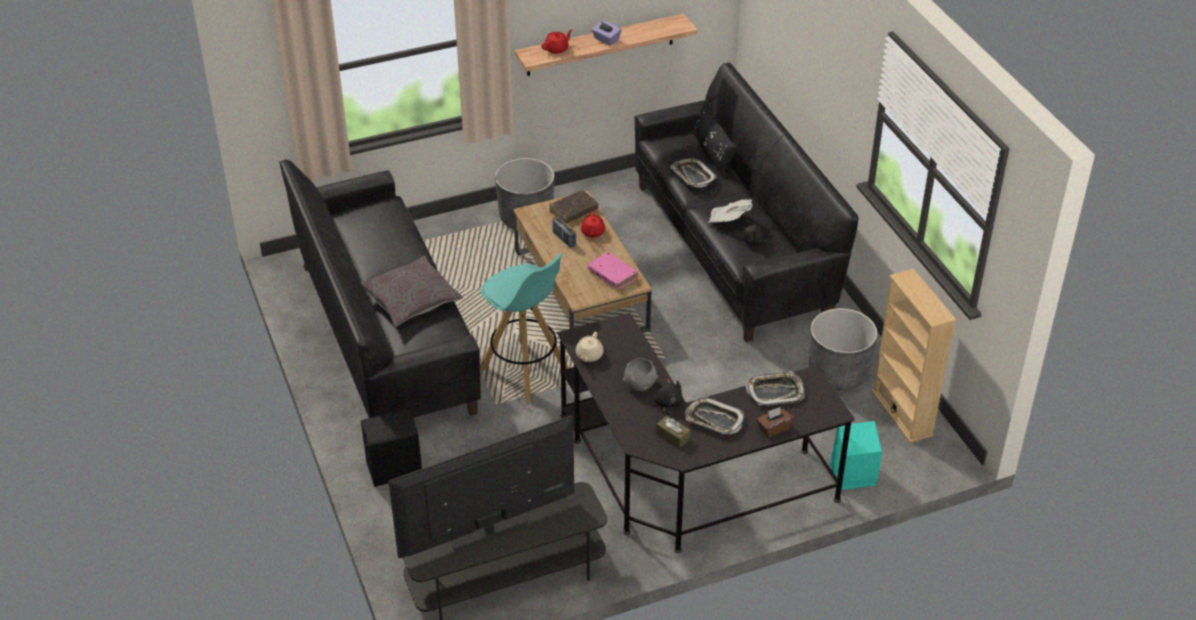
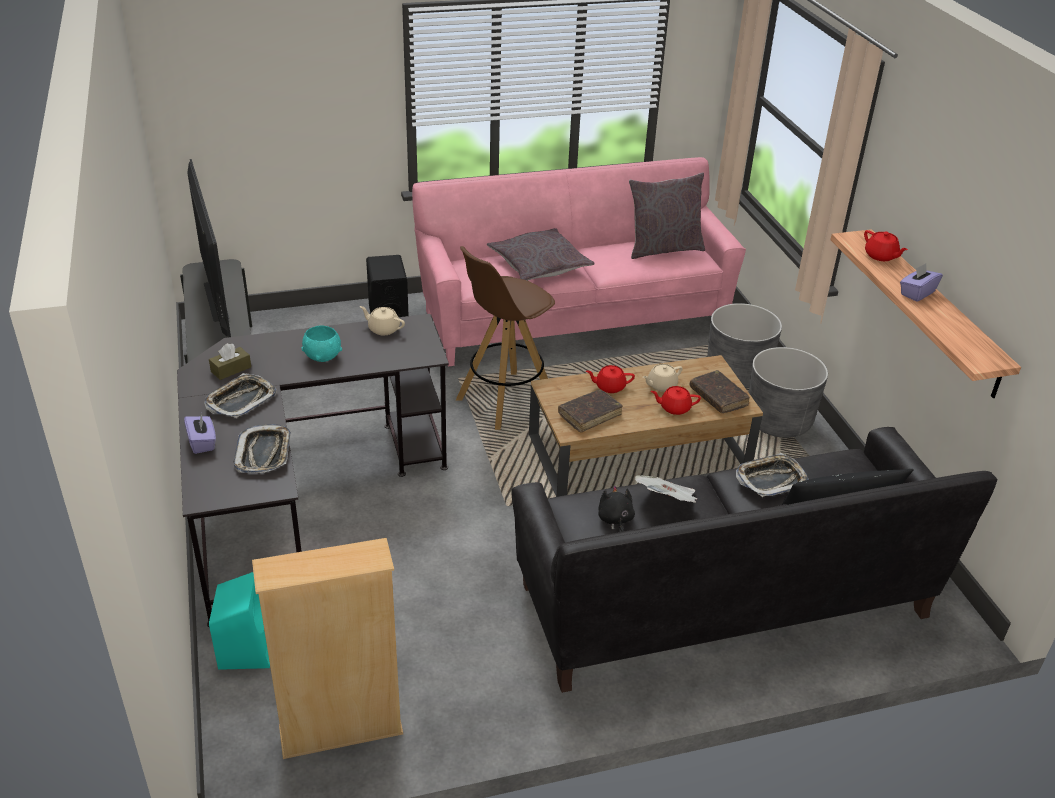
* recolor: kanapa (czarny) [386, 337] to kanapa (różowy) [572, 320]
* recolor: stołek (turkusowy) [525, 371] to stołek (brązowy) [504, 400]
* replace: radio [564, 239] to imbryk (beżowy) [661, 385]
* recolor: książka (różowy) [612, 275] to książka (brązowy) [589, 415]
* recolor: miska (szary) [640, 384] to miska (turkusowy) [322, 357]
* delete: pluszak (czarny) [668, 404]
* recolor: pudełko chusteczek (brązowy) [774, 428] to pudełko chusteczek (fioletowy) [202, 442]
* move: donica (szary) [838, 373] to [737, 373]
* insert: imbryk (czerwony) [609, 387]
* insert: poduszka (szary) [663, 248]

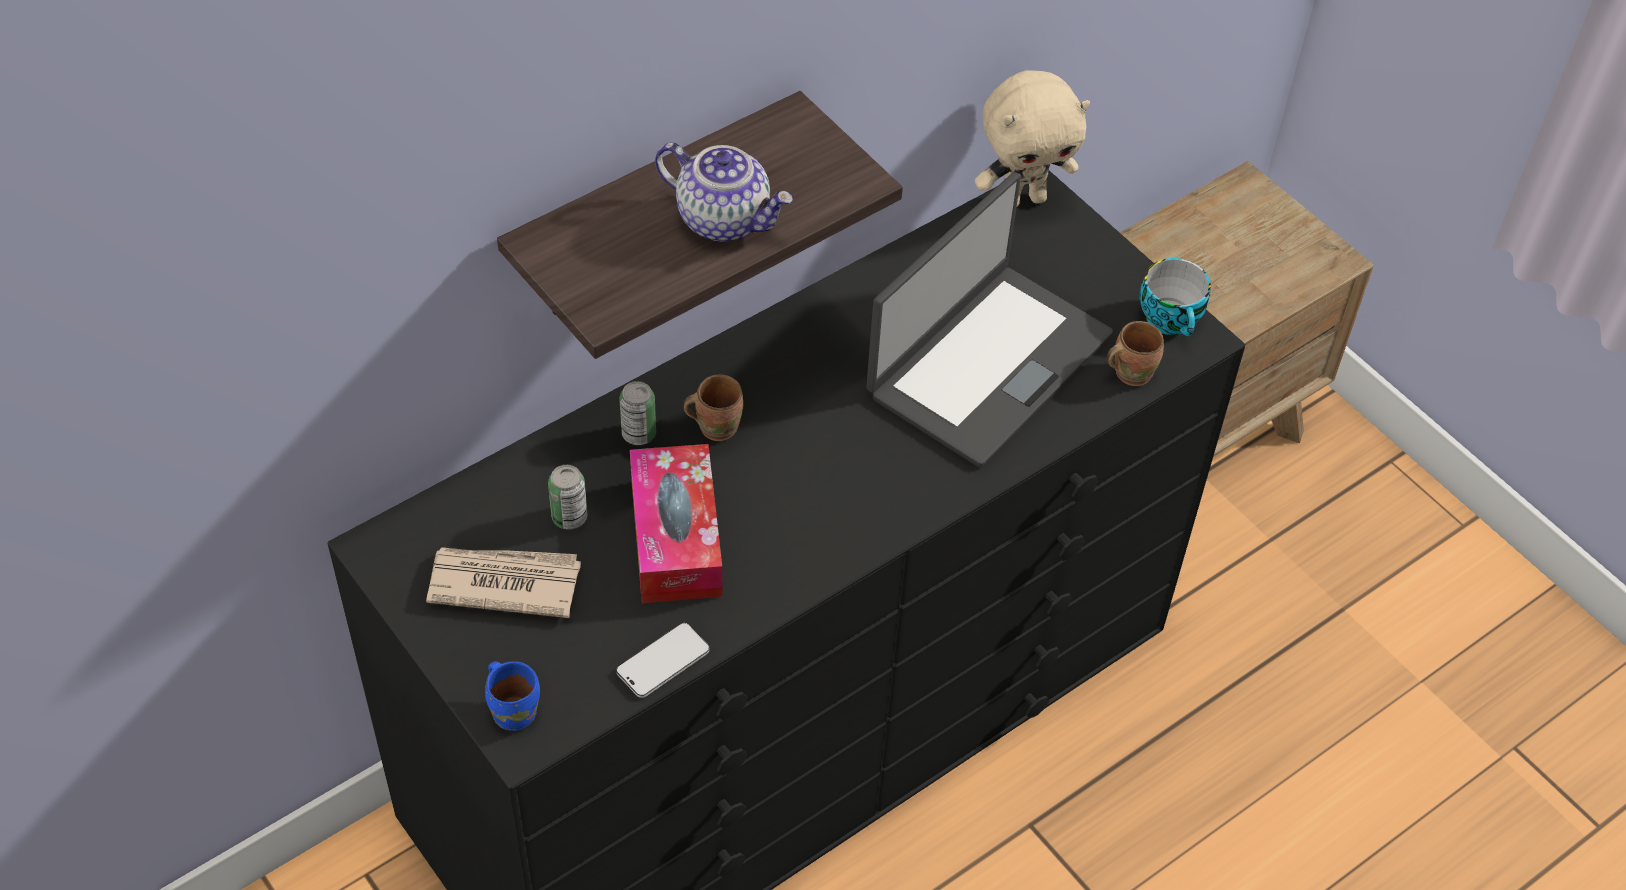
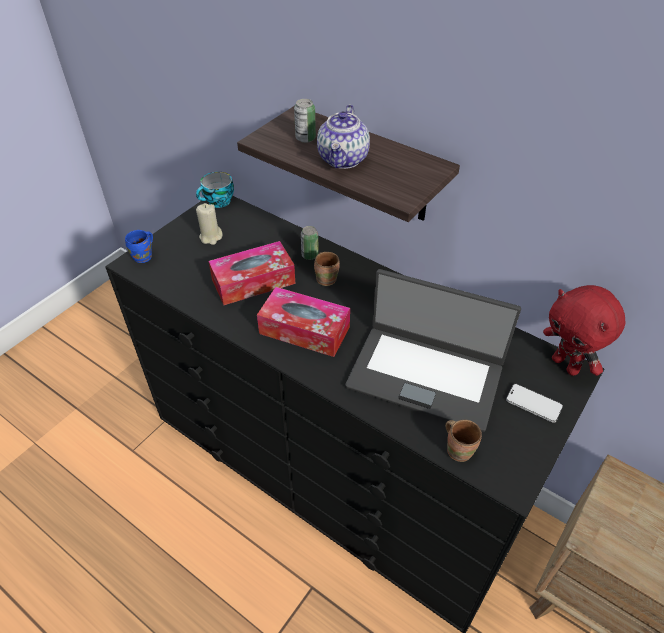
* replace: gazeta [503, 583] to świeca (beżowy) [211, 237]
* move: puszka [569, 517] to [305, 138]
* move: telefon [663, 662] to [533, 404]
* recolor: pluszak (beżowy) [1023, 199] to pluszak (czerwony) [566, 365]
* move: filiżanka [1172, 320] to [218, 202]
* insert: pudełko chusteczek [304, 330]

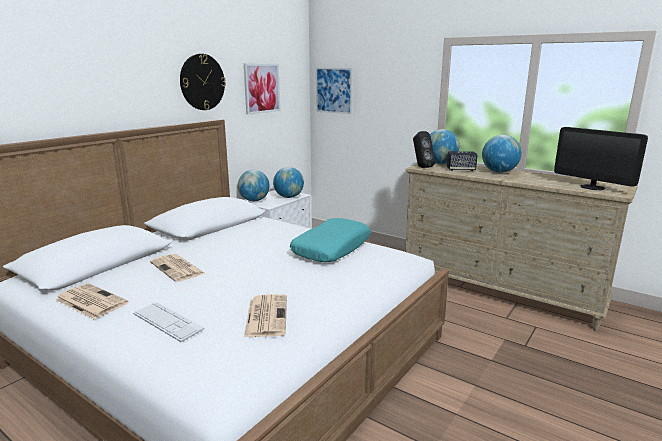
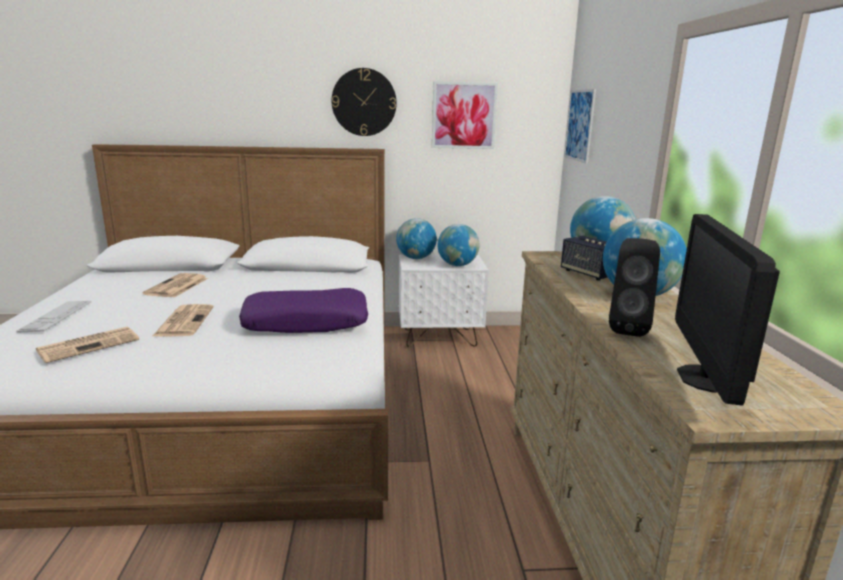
* move: gazeta [90, 301] to [184, 321]
* recolor: poduszka (turkusowy) [331, 248] to poduszka (fioletowy) [306, 322]
* move: głośnik (czarny) [421, 167] to [627, 329]

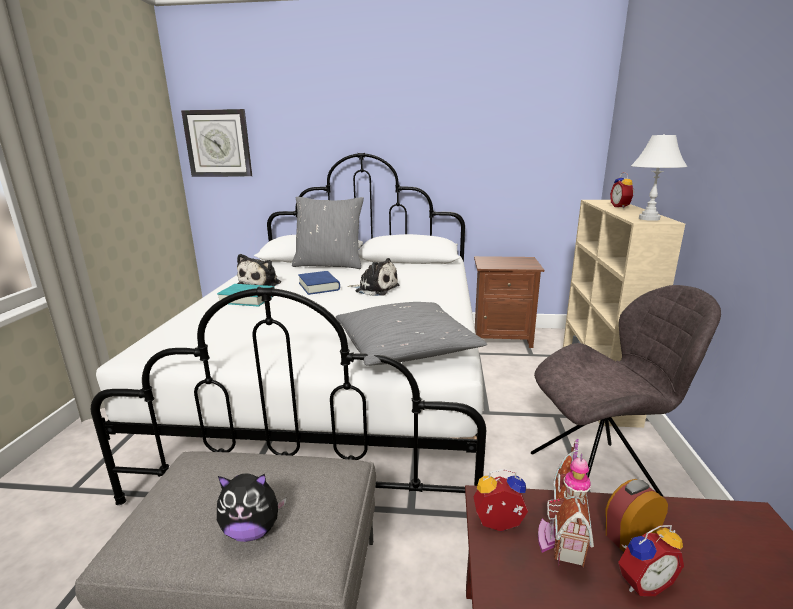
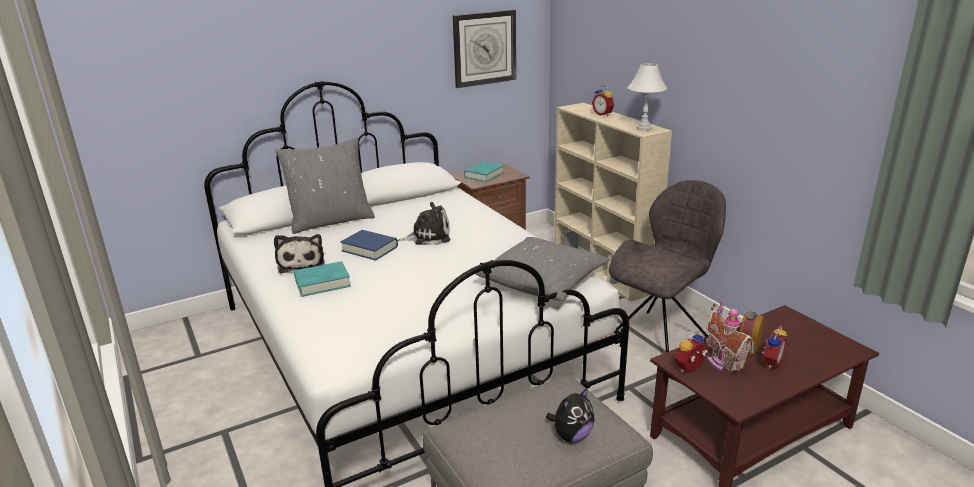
* move: zegar ścienny [218, 143] to [484, 48]
* insert: książka (turkusowy) [484, 175]

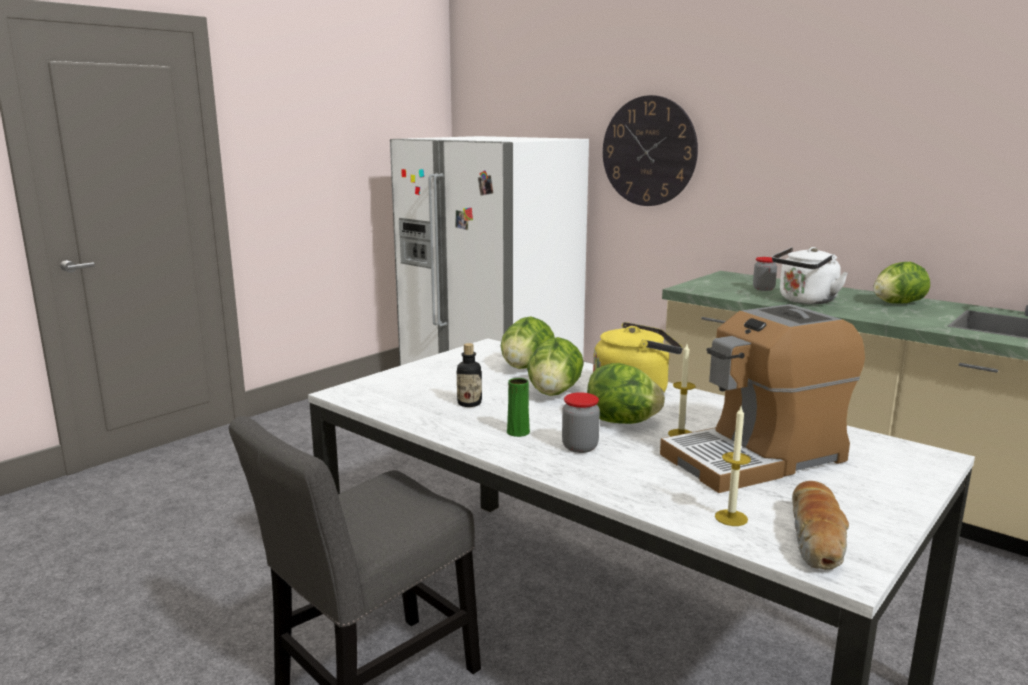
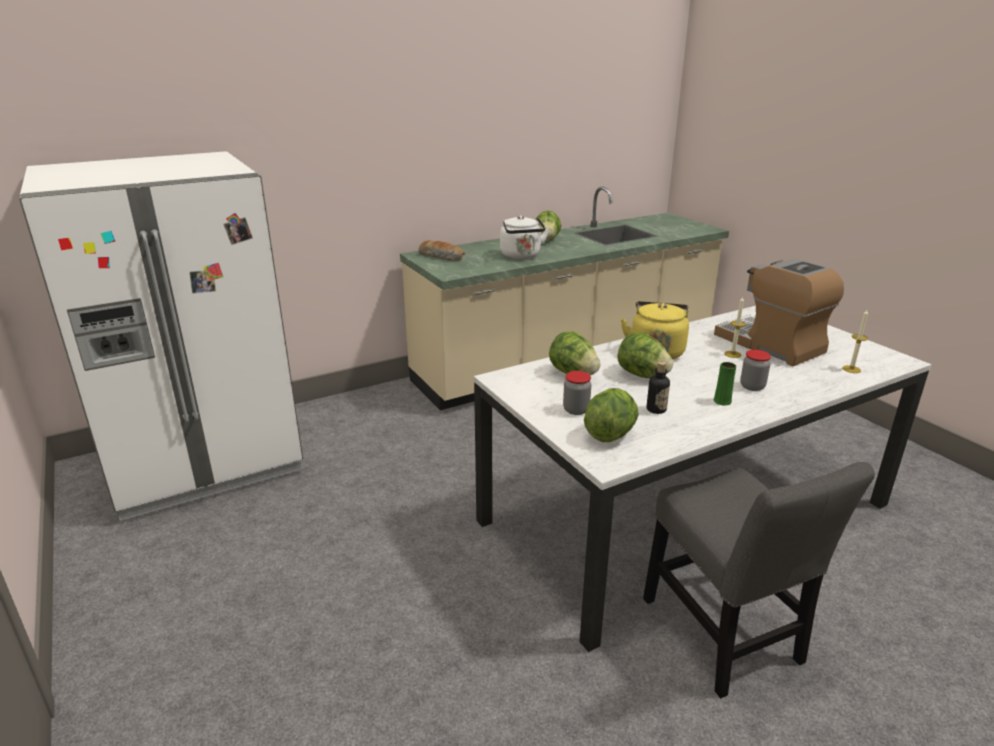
* move: sałata [622, 422] to [610, 434]
* delete: zegar ścienny [649, 151]
* rotate: ekspres do kawy [756, 457] = [770, 344] 150 degrees clockwise
* move: słoik [763, 289] to [576, 410]
* move: chleb [818, 539] to [442, 257]

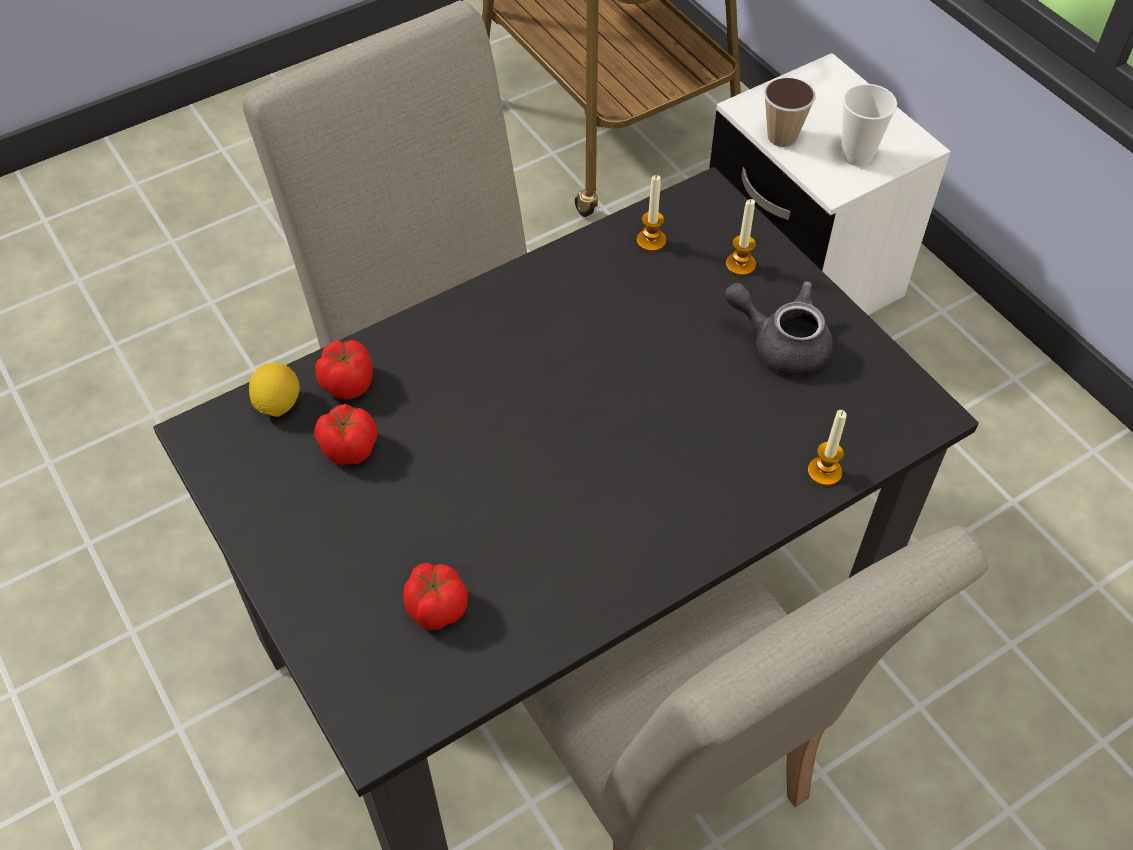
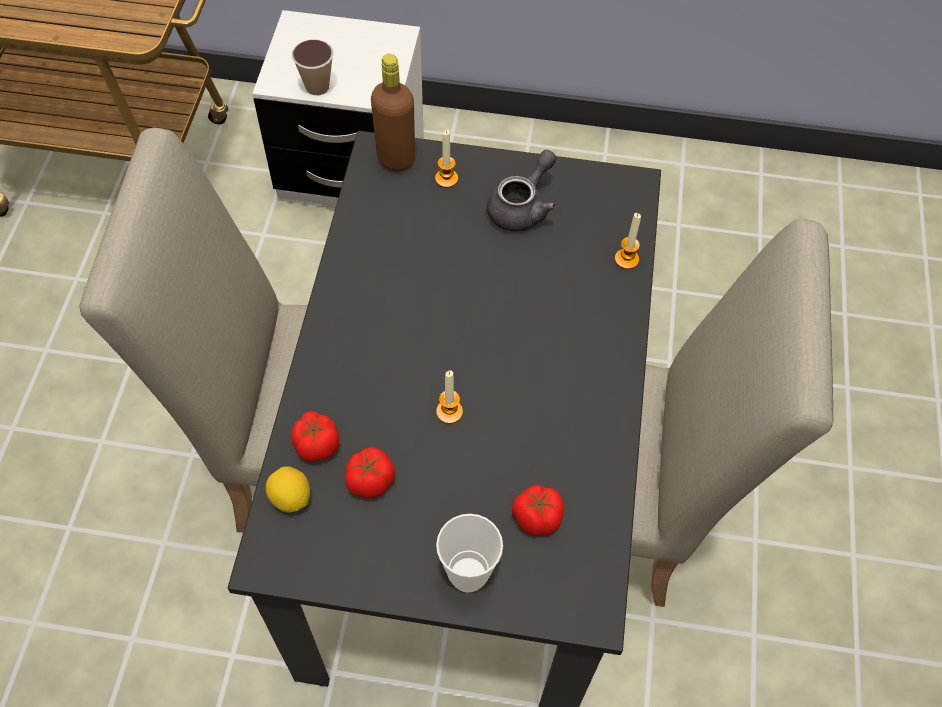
* move: świeca [651, 241] to [449, 412]
* rotate: imbryk (szary) [781, 343] = [522, 207] 150 degrees clockwise
* move: filiżanka [856, 155] to [468, 574]
* insert: butelka (brązowy) [396, 159]

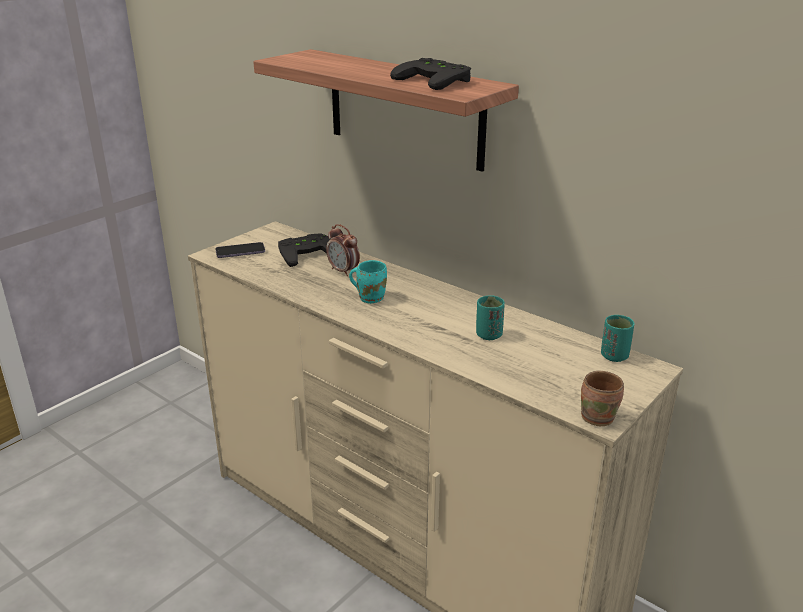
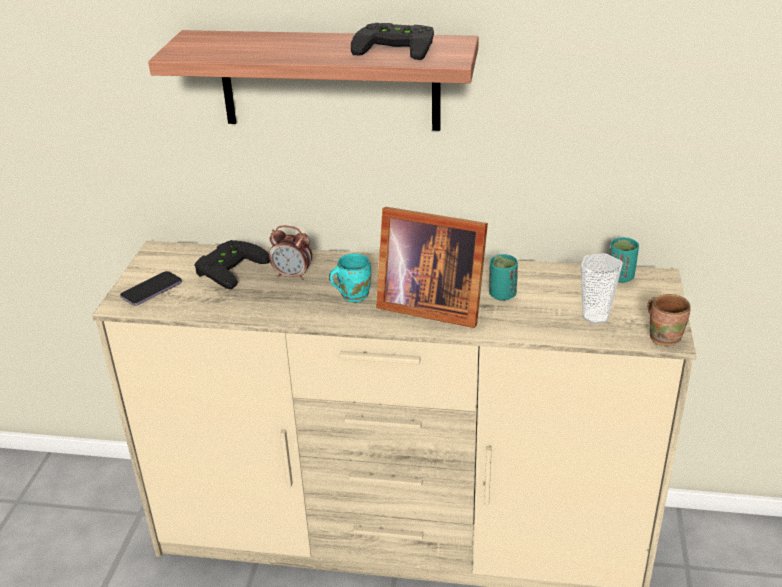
* insert: ramka na zdjęcie [428, 304]
* insert: filiżanka [595, 316]

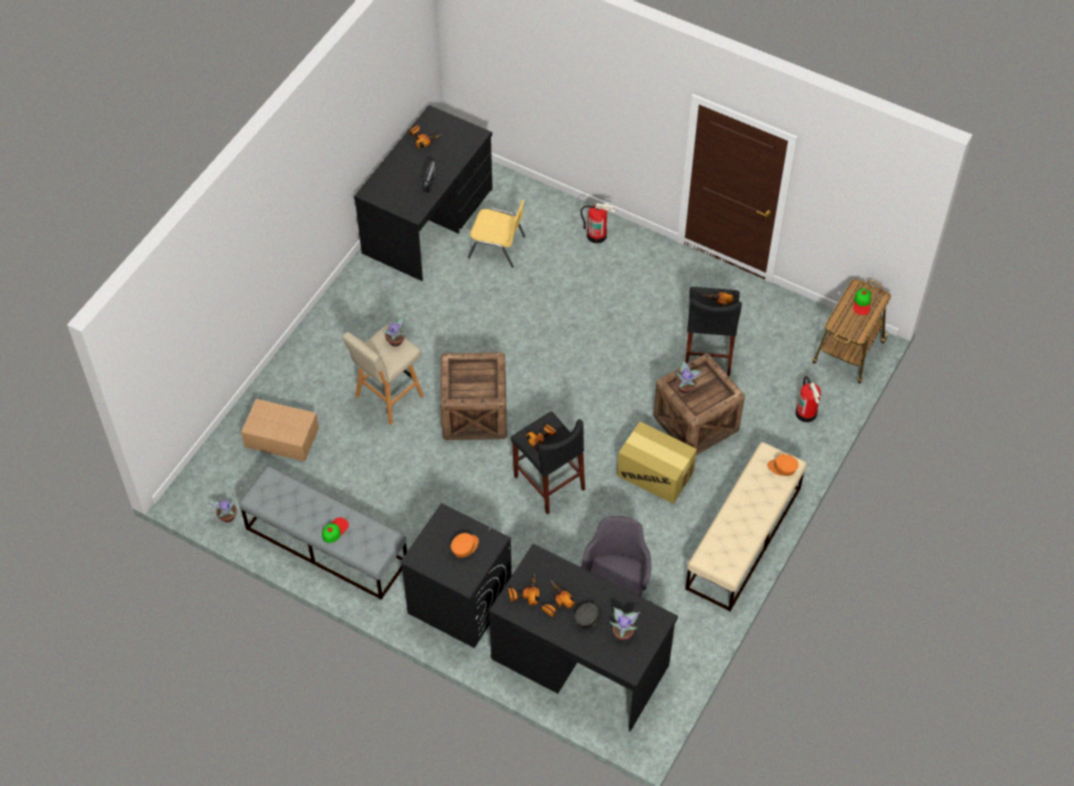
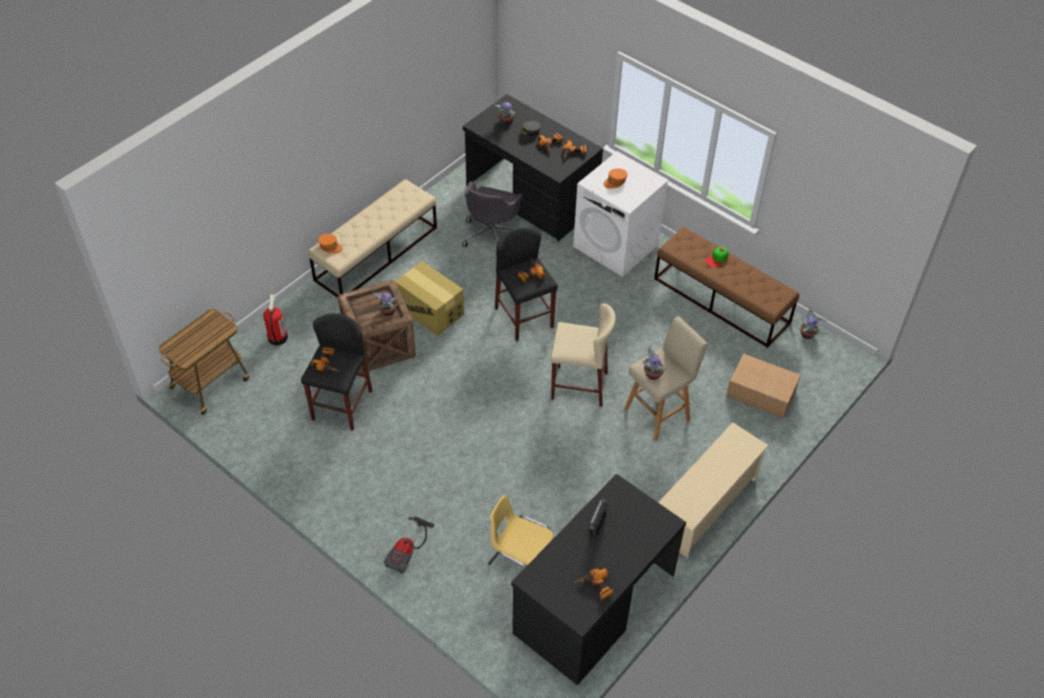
* recolor: ławka (szary) [326, 545] to ławka (brązowy) [722, 301]
* recolor: pralka (czarny) [459, 601] to pralka (biały) [616, 246]
* replace: skrzynka [473, 413] to stołek (beżowy) [579, 386]
* replace: gaśnica [597, 235] to odkurzacz [408, 552]
* delete: czapka z daszkiem [862, 303]
* insert: regał na buty (beżowy) [705, 506]

